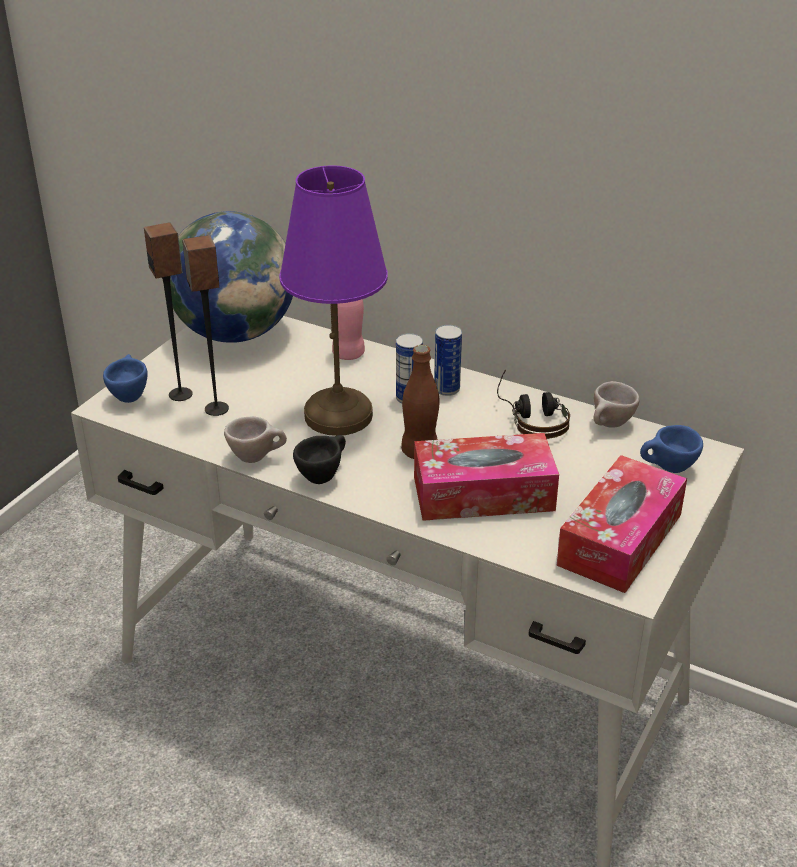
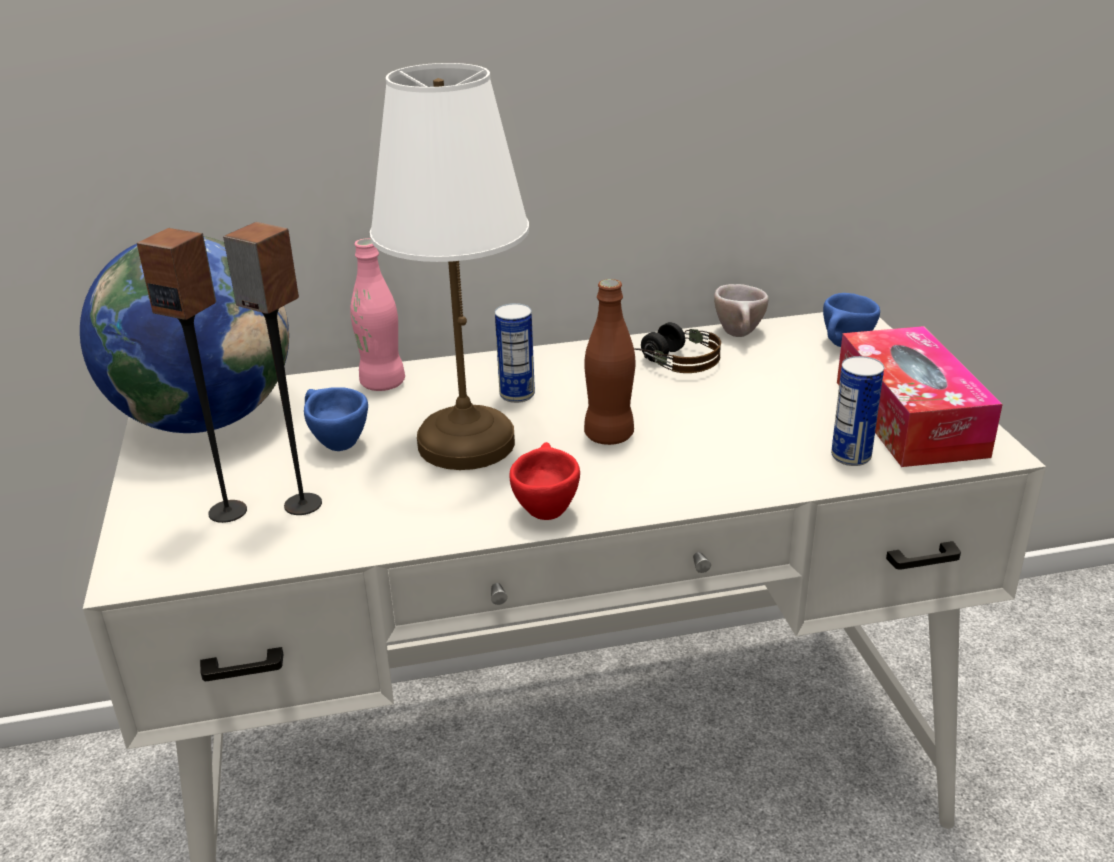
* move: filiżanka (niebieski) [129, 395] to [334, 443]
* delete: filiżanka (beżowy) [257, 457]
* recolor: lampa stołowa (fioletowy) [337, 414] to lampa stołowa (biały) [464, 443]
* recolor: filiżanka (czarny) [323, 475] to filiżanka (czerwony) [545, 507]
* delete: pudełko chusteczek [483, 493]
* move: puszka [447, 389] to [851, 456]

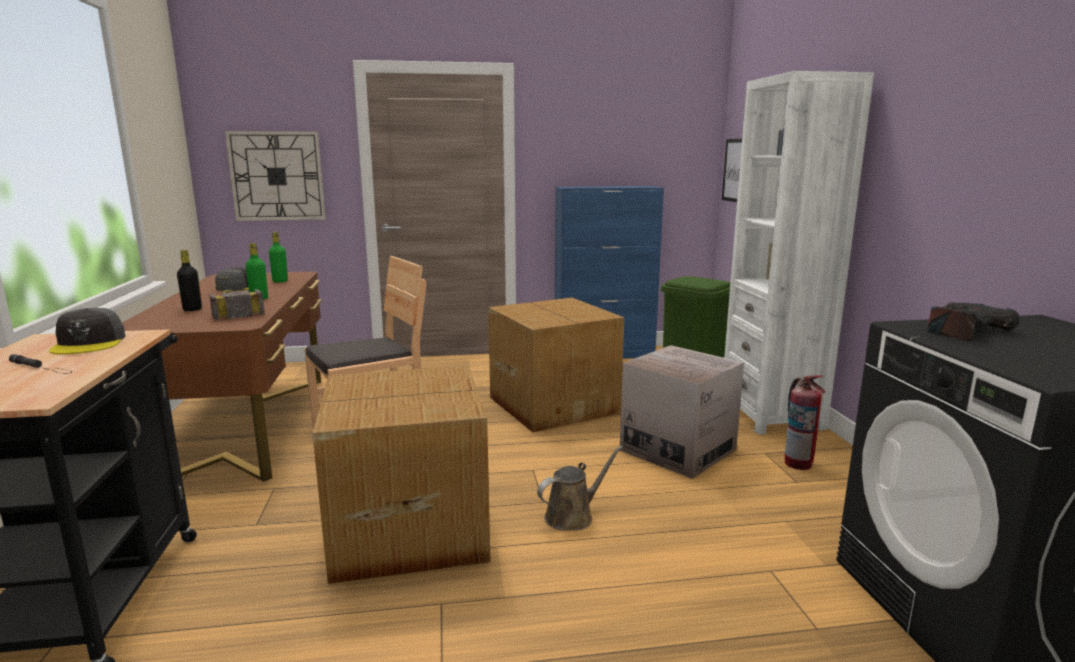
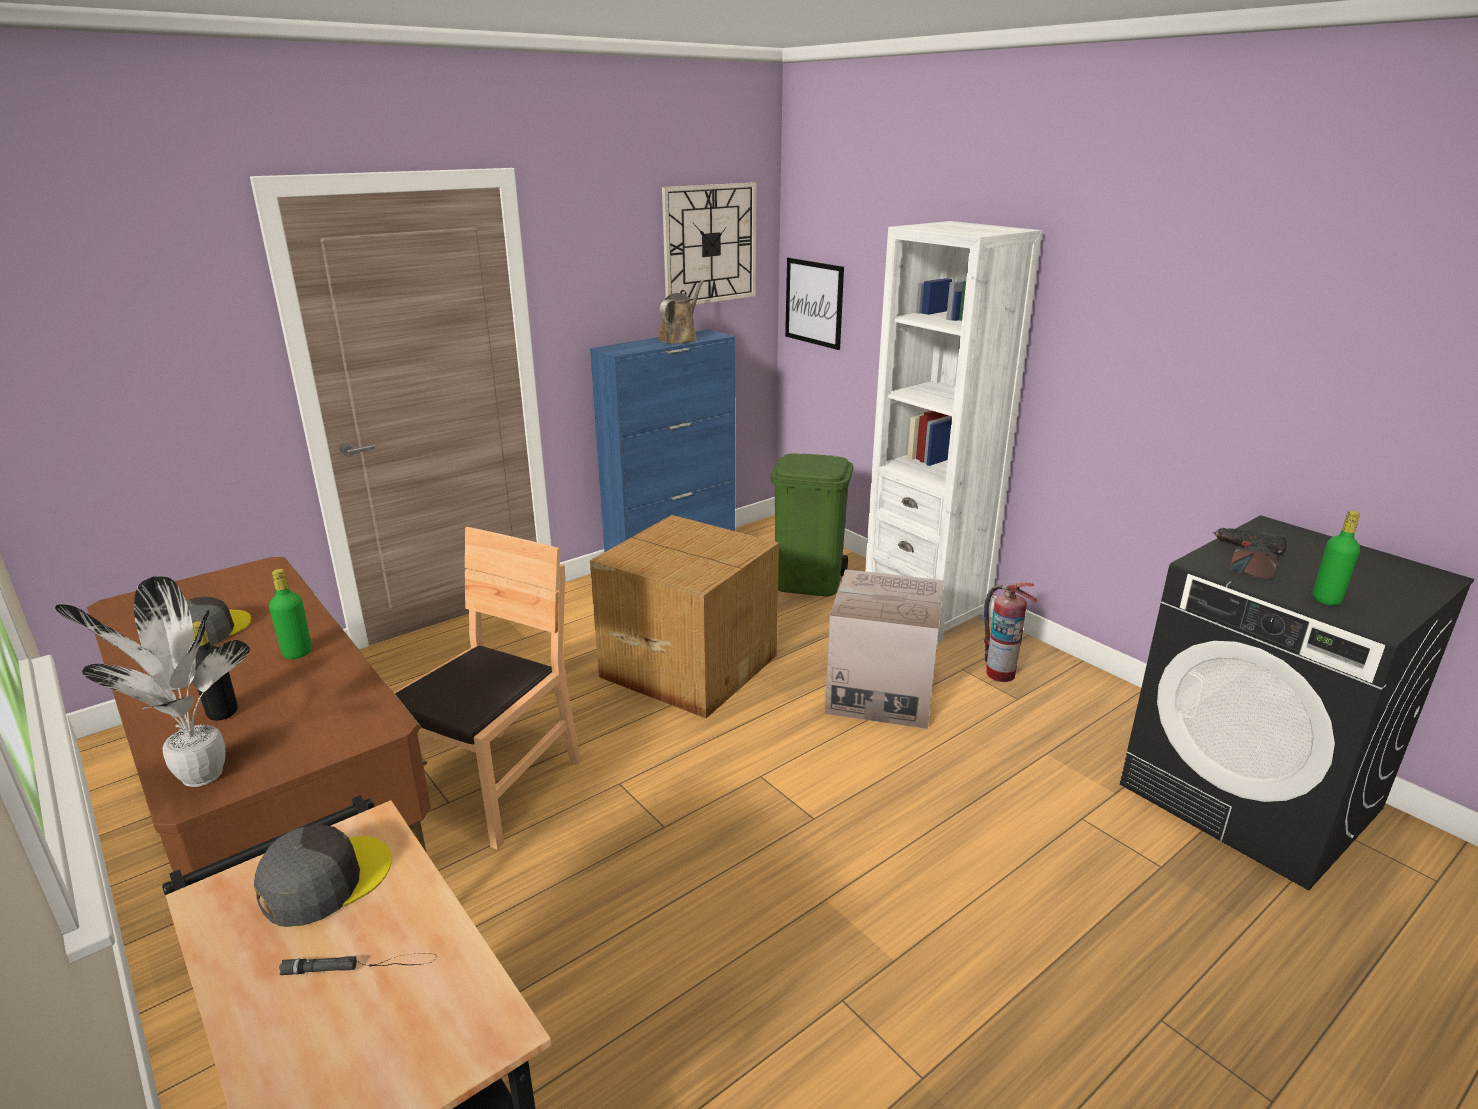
* rotate: czapka z daszkiem (szary) [89, 343] = [324, 880] 90 degrees counterclockwise
* delete: młotek [234, 310]
* move: zegar ścienny [277, 176] to [710, 244]
* move: butelka (zielony) [280, 281] to [1326, 599]
* delete: karton [406, 527]
* move: konewka (brązowy) [573, 516] to [680, 338]
* insert: roślina doniczkowa [198, 778]

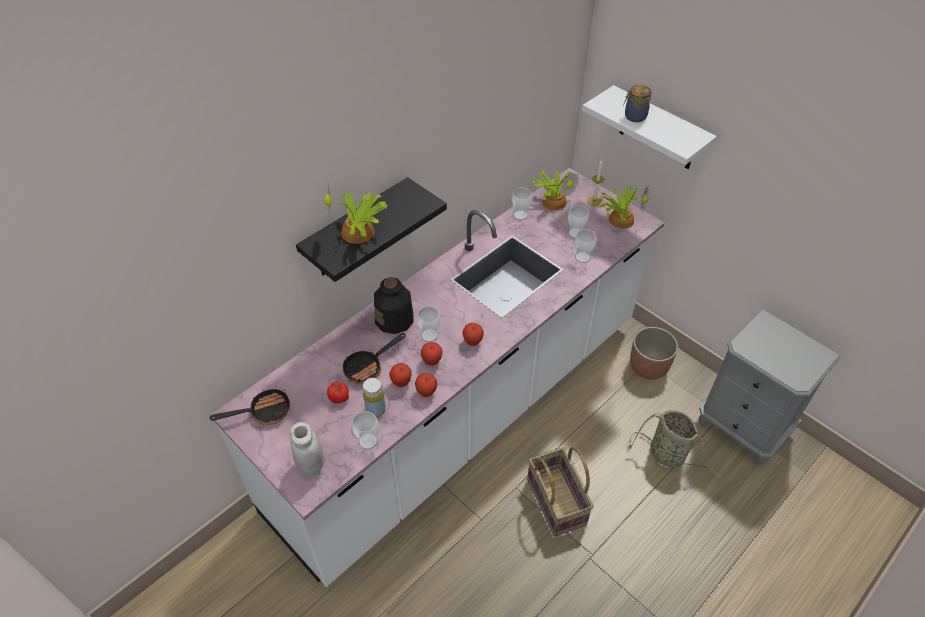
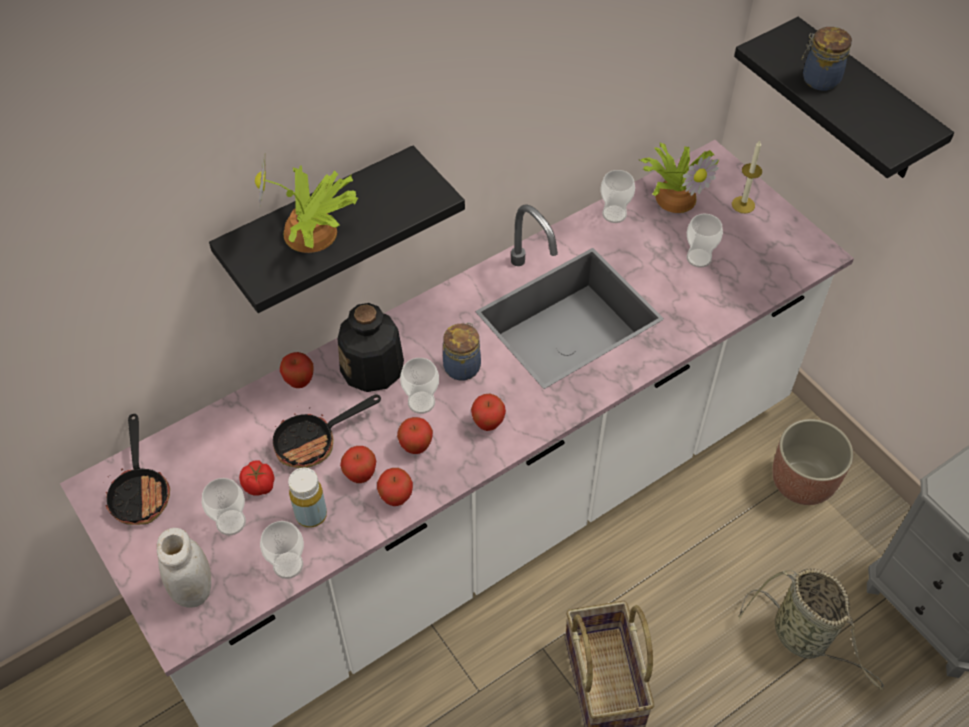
* rotate: patelnia [264, 412] = [140, 491] 90 degrees clockwise
* move: filiżanka [582, 257] to [231, 522]
* recolor: półka (biały) [658, 130] to półka (czarny) [862, 104]
* delete: roślina doniczkowa [620, 219]
* insert: jabłko [299, 382]
* insert: słoik [463, 366]

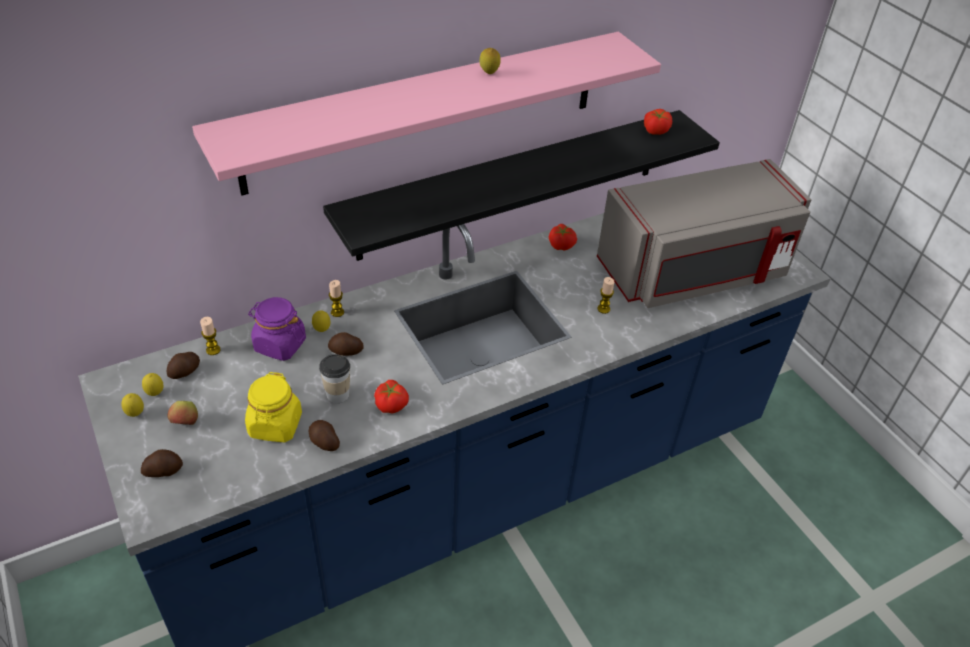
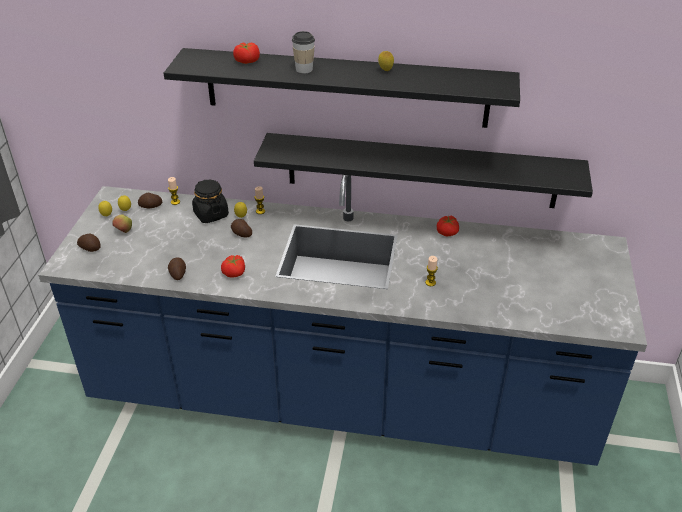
* recolor: półka (różowy) [425, 111] to półka (czarny) [346, 88]
* delete: słoik (żółty) [275, 425]
* recolor: słoik (fioletowy) [279, 345] to słoik (czarny) [211, 214]
* move: filiżanka [337, 394] to [304, 69]
* delete: mikrofalówka (szary) [694, 272]
* move: pomidor [655, 130] to [247, 61]

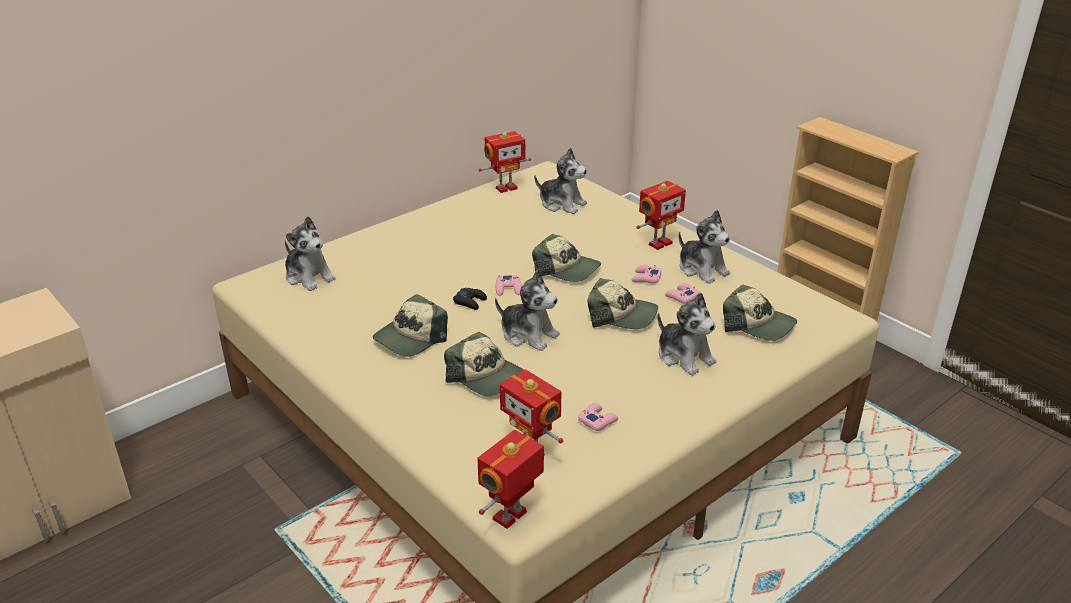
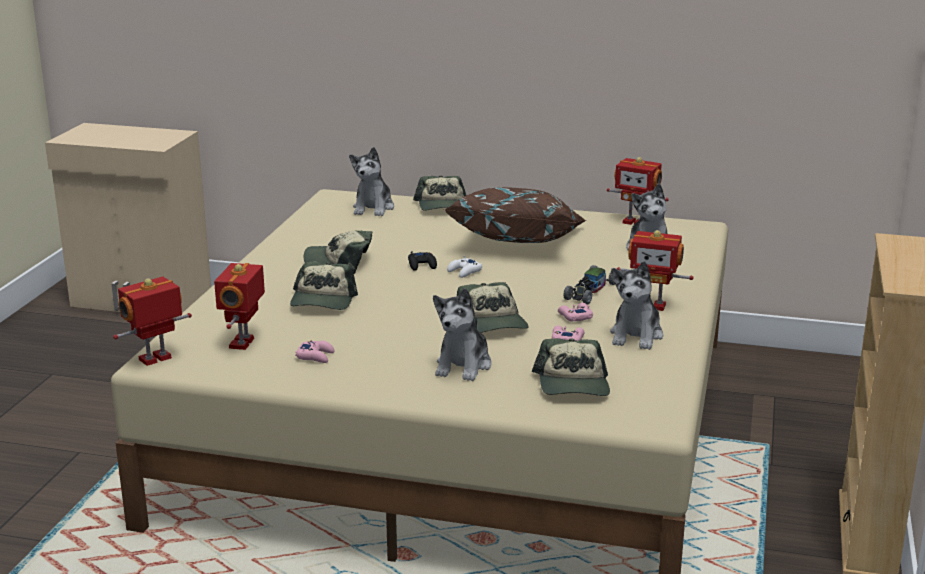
* rotate: robot zabawkowy [511, 516] = [156, 359] 45 degrees counterclockwise
* delete: pluszak [528, 335]
* recolor: pad do gier (różowy) [508, 289] to pad do gier (biały) [464, 271]
* move: czapka z daszkiem [567, 269] to [443, 206]
* insert: poduszka (brązowy) [518, 242]
* insert: samochodzik [590, 291]

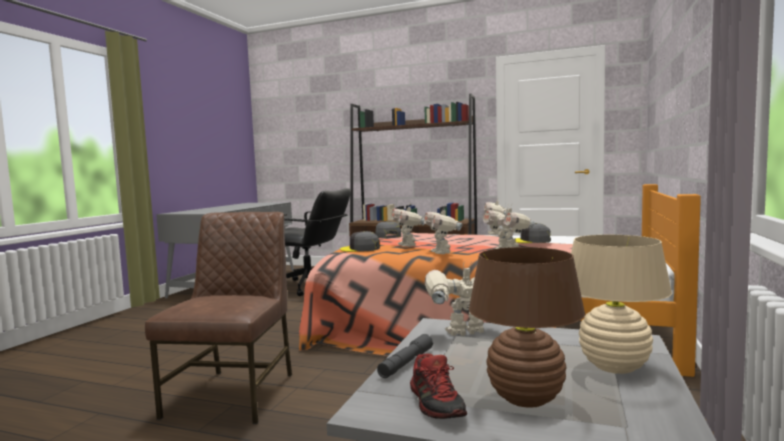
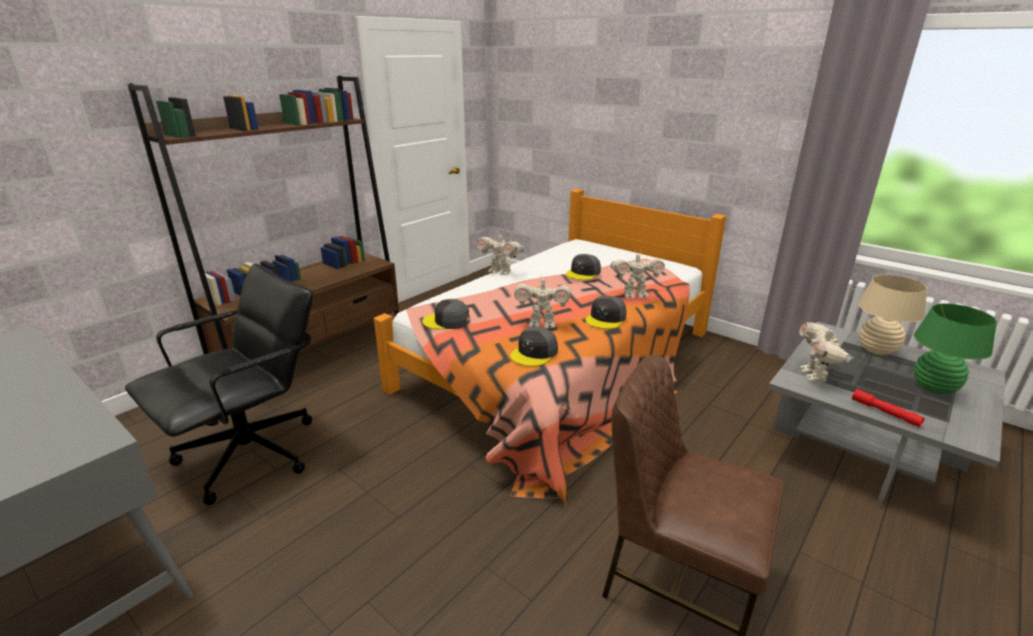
* recolor: latarka (szary) [406, 363] to latarka (czerwony) [885, 412]
* delete: but [437, 403]
* replace: robot zabawkowy [442, 253] to czapka z daszkiem (szary) [606, 318]
* recolor: lampa stołowa (brązowy) [526, 398] to lampa stołowa (zielony) [934, 387]

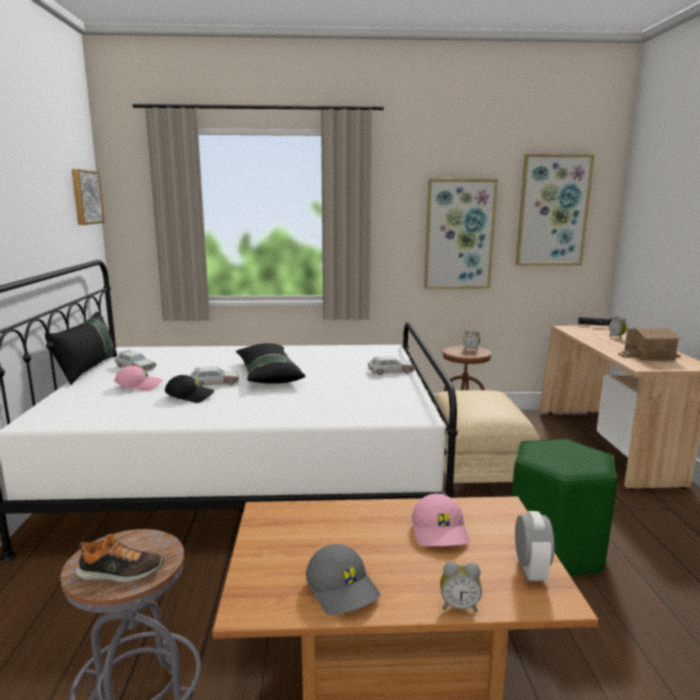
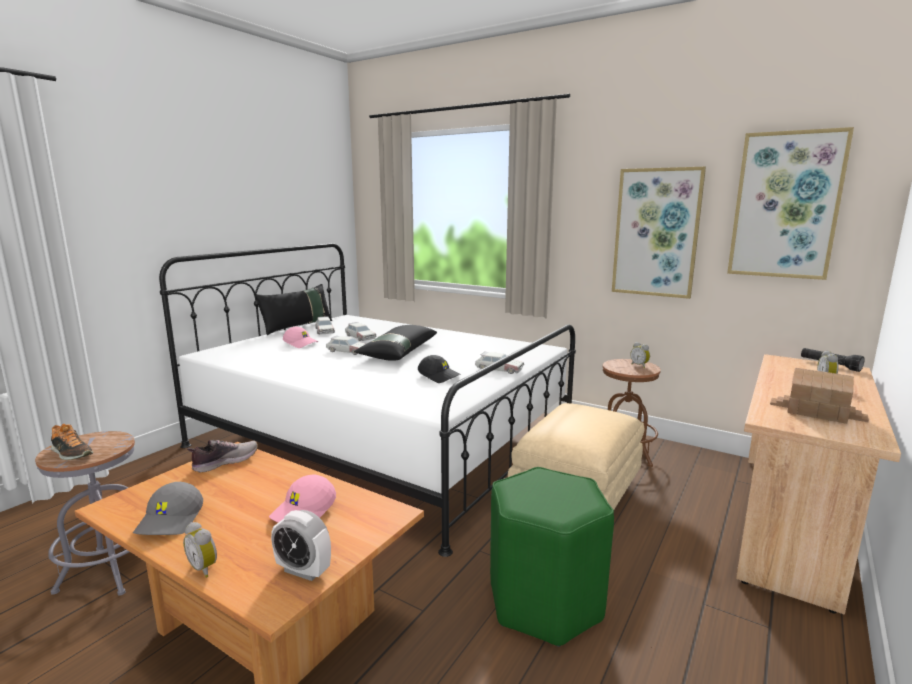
* delete: obraz [85, 197]
* move: czapka z daszkiem (czarny) [190, 396] to [439, 376]
* rotate: budzik [530, 570] = [303, 571] 75 degrees clockwise
* insert: but [225, 462]
* insert: samochodzik [360, 337]

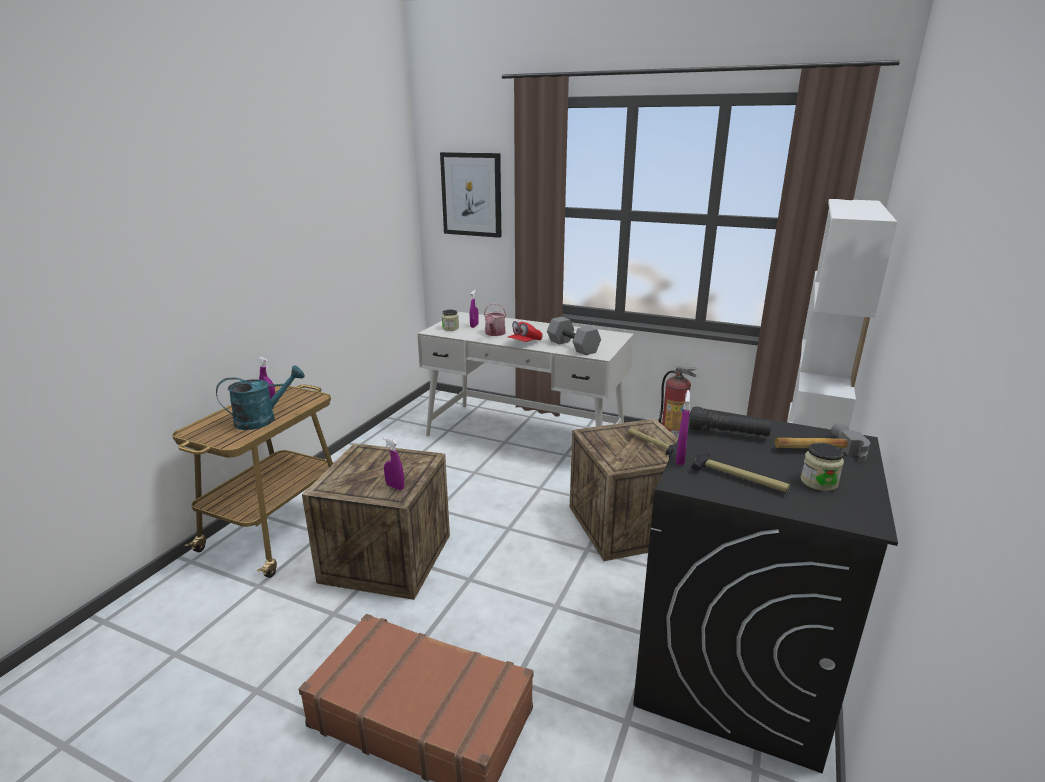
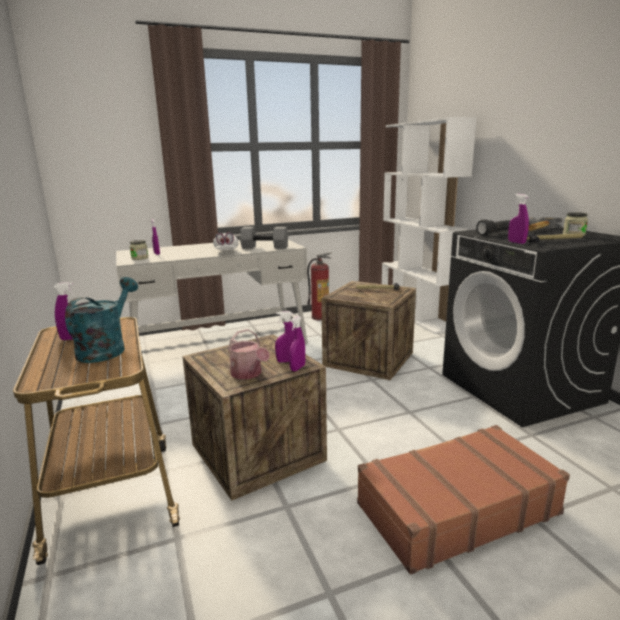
* delete: obraz [471, 194]
* move: konewka [494, 334] to [248, 374]
* recolor: czapka z daszkiem (czerwony) [524, 343] to czapka z daszkiem (biały) [226, 252]
* insert: spryskiwacz (fioletowy) [297, 368]

